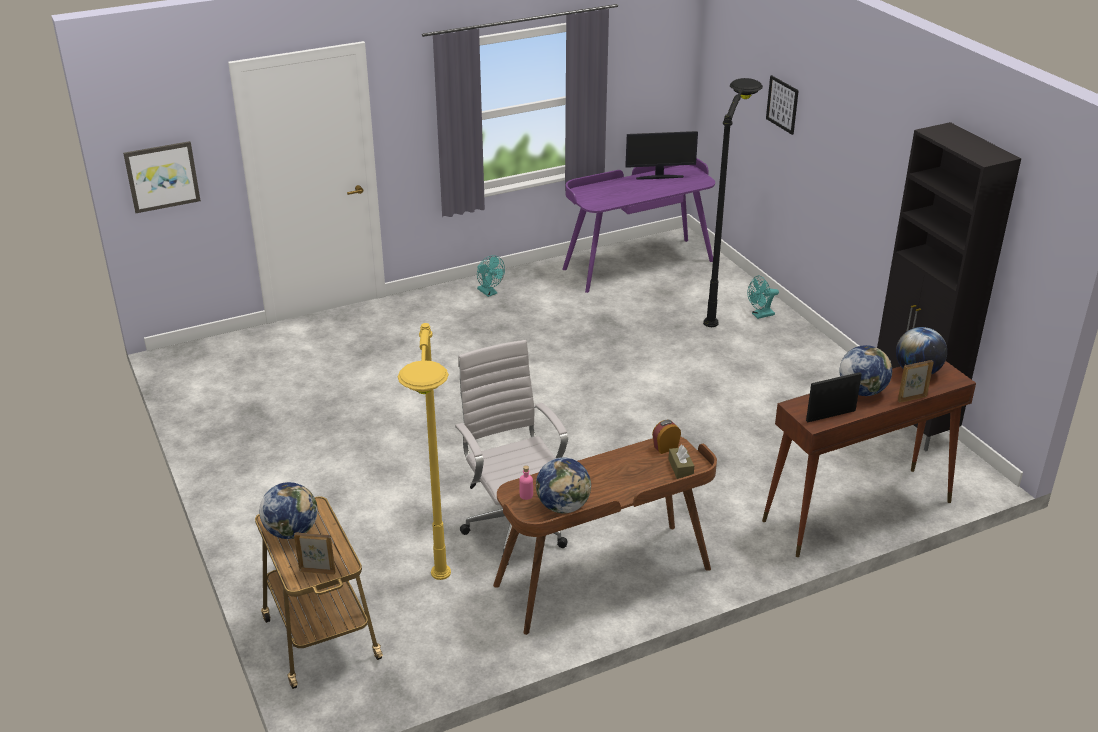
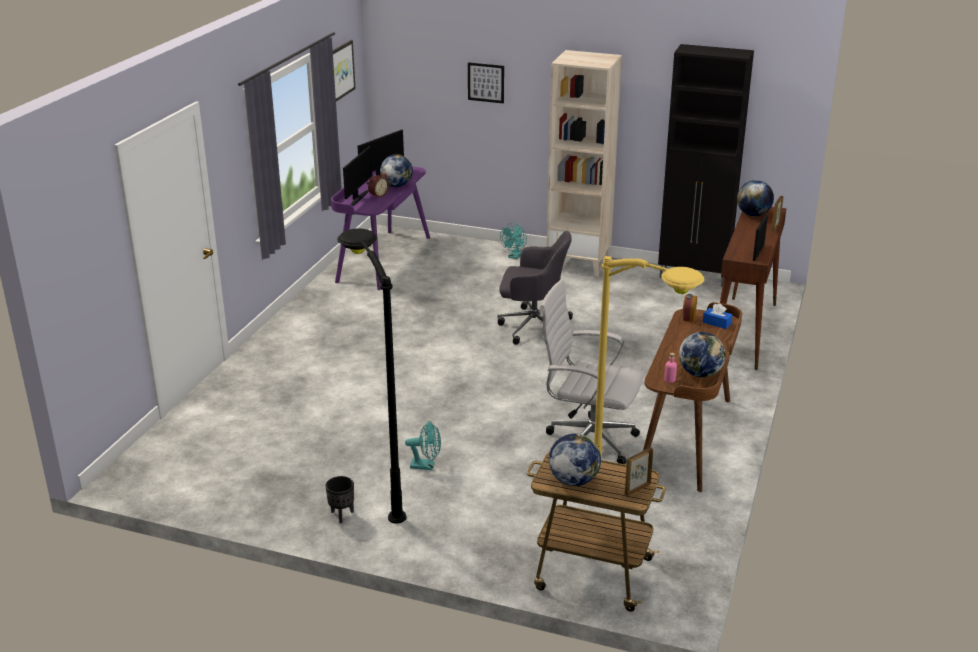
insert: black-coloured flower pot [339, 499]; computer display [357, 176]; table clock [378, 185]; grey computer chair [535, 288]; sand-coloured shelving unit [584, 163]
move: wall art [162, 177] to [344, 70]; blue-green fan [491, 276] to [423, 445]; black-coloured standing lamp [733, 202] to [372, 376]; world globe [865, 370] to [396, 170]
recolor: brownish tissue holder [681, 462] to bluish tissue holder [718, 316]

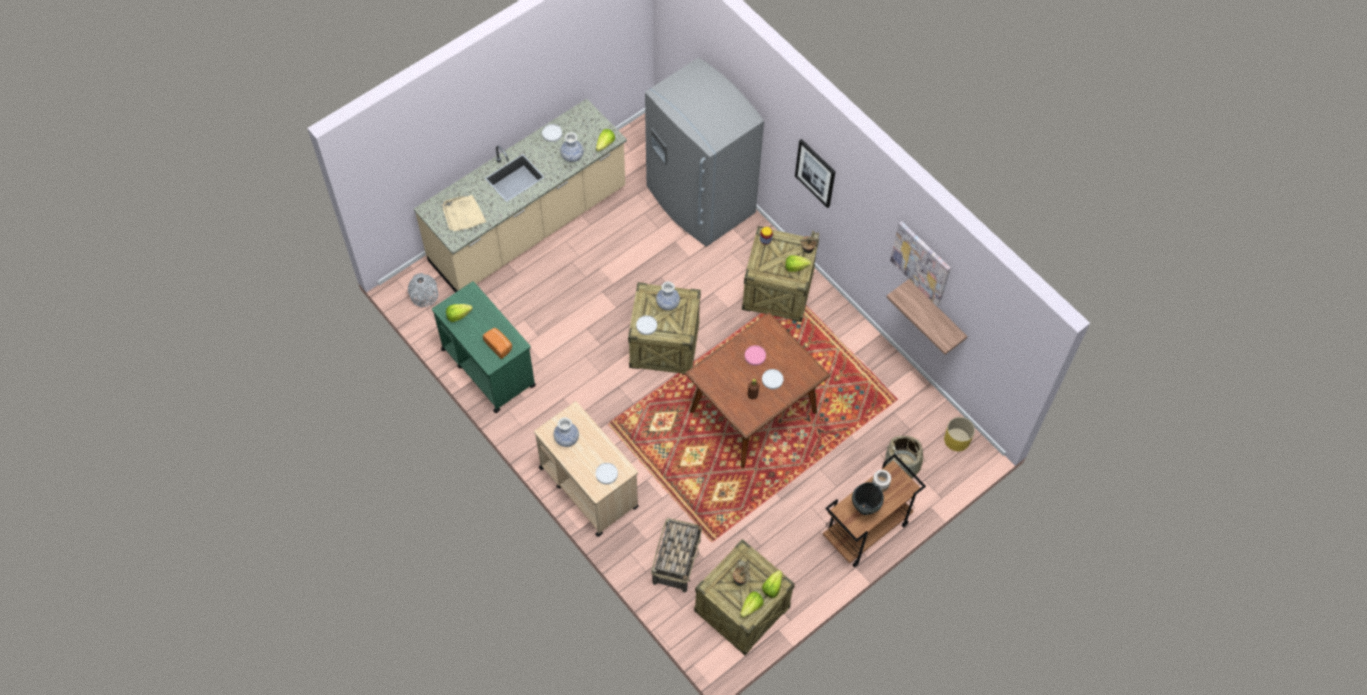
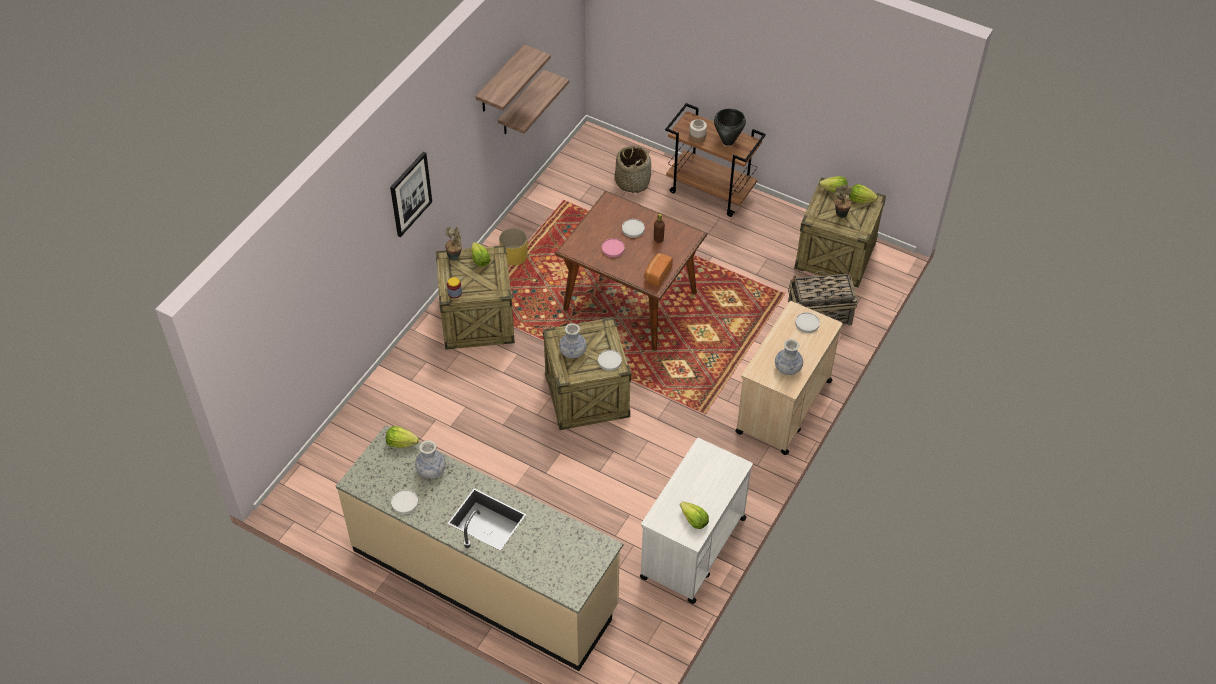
delete: grey vase [423, 290]; sand-coloured serving tray [464, 213]; grey fridge [704, 152]
move: bakery bread [497, 343] to [658, 269]; yellow-coloured flower pot [959, 434] to [513, 246]
replace: wall art [920, 263] to shelf [513, 78]
recolor: greenish cart [484, 347] to white-coloured cart [696, 521]

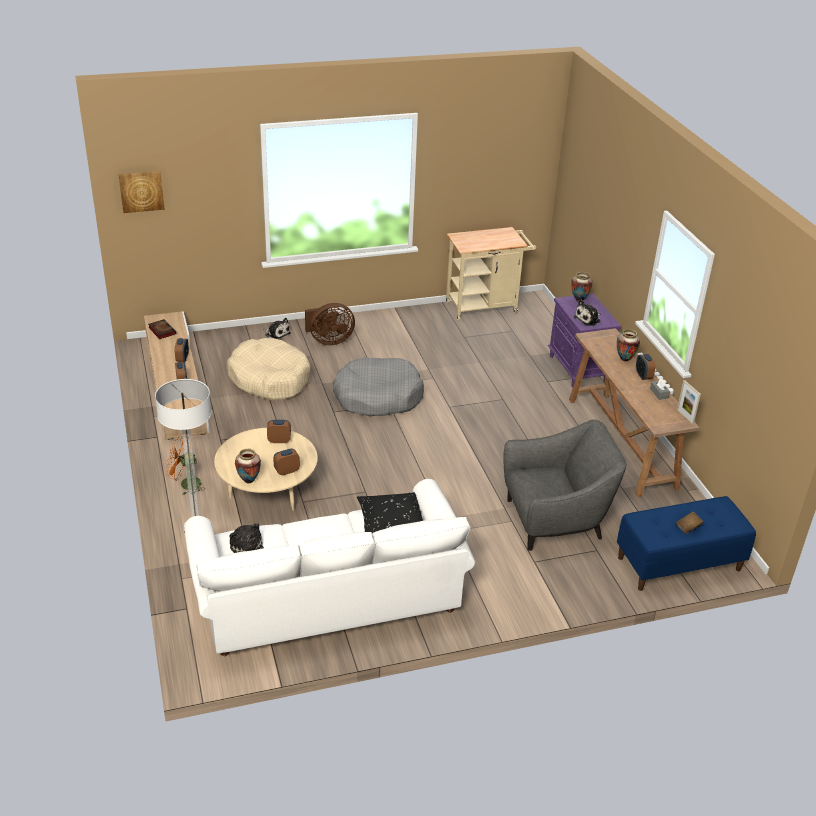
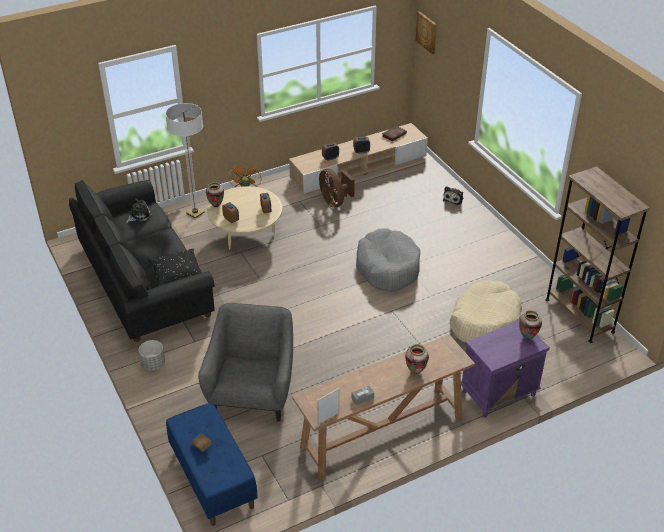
delete: cuddly toy [587, 313]; table clock [646, 367]
insert: grey flower pot [152, 355]
move: sand-coloured dog cushion [268, 369] to [486, 311]; brownish fan [330, 324] to [337, 188]
replace: sand-coloured cart [491, 273] to brownish shelving unit [597, 254]
recolor: white-coloured settee [329, 567] to black-coloured settee [142, 261]
rotate: grey easy chair [564, 485] = [245, 362] 150 degrees counterclockwise

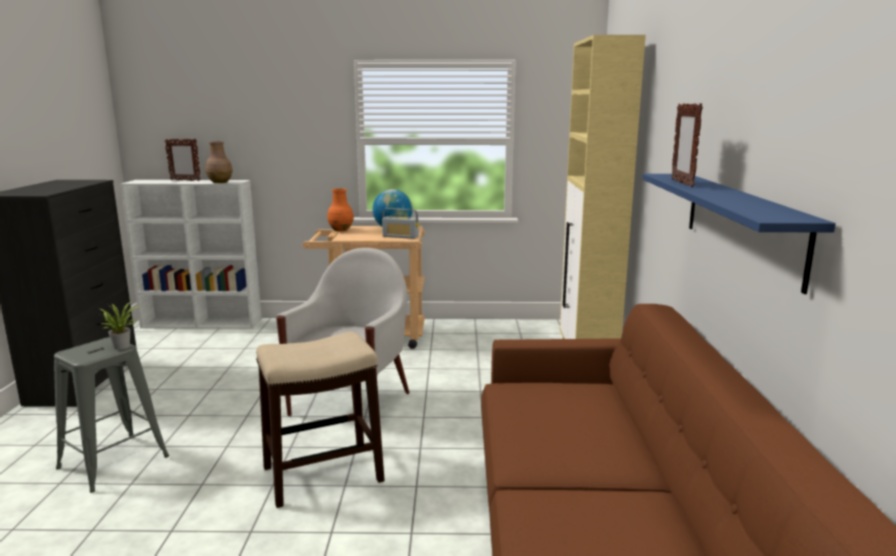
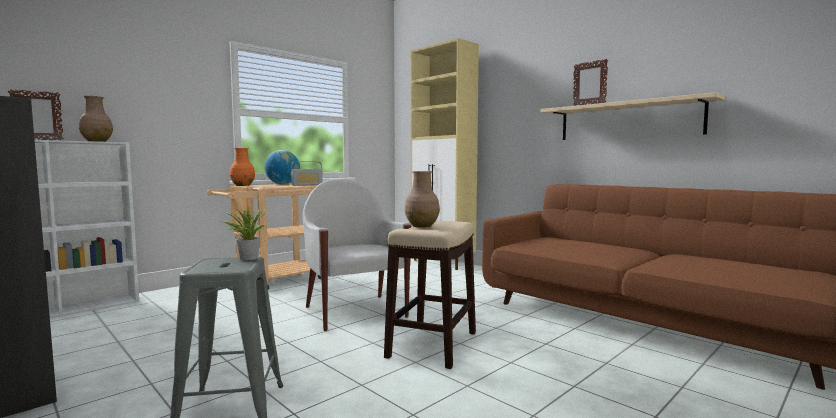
insert: brownish vase [422, 199]
recolor: bluish shelf [739, 234] to sand-coloured shelf [632, 116]

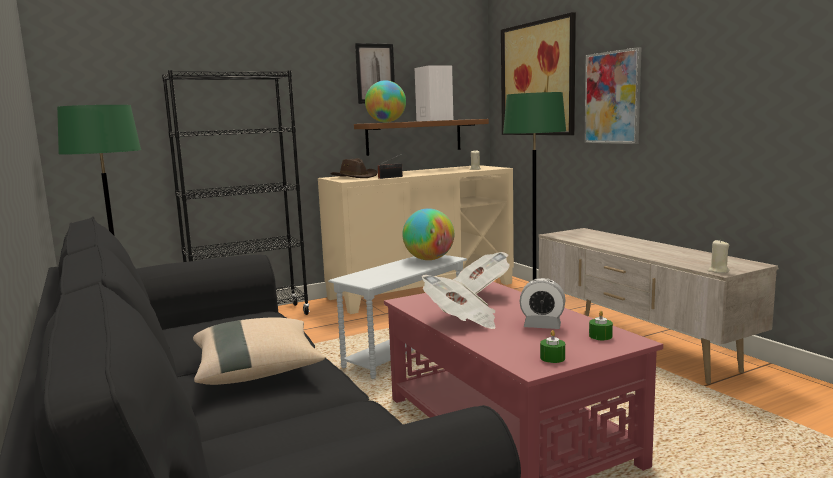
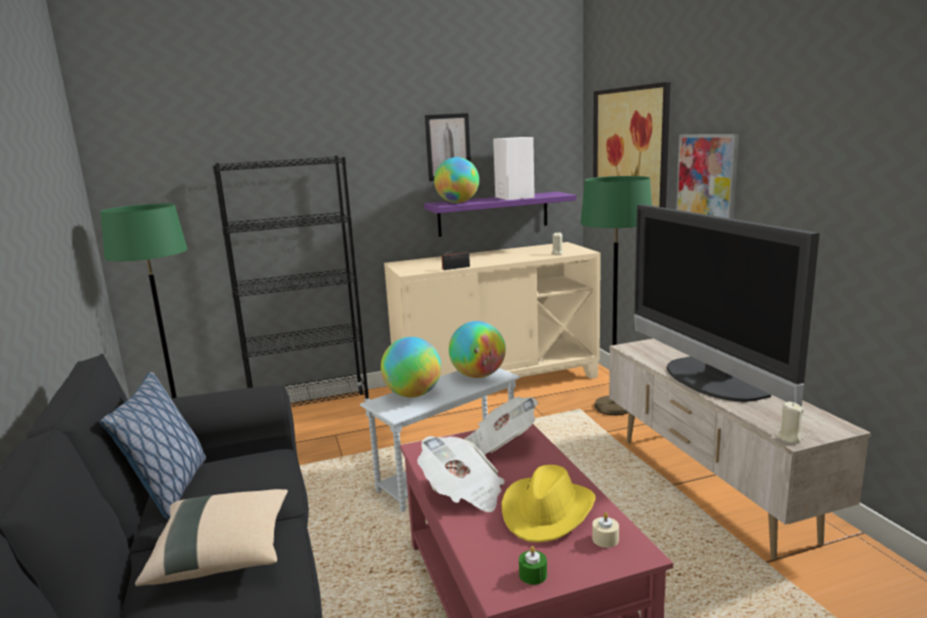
delete: brownish wearable hat [354, 168]
insert: throw pillow [153, 445]; world globe [411, 367]; TV [727, 305]
replace: table clock [542, 303] to yellow-coloured wearable hat [548, 503]
recolor: brownish shelf [421, 137] to purple-coloured shelf [500, 214]; greenish wax light [601, 325] to sand-coloured wax light [605, 530]

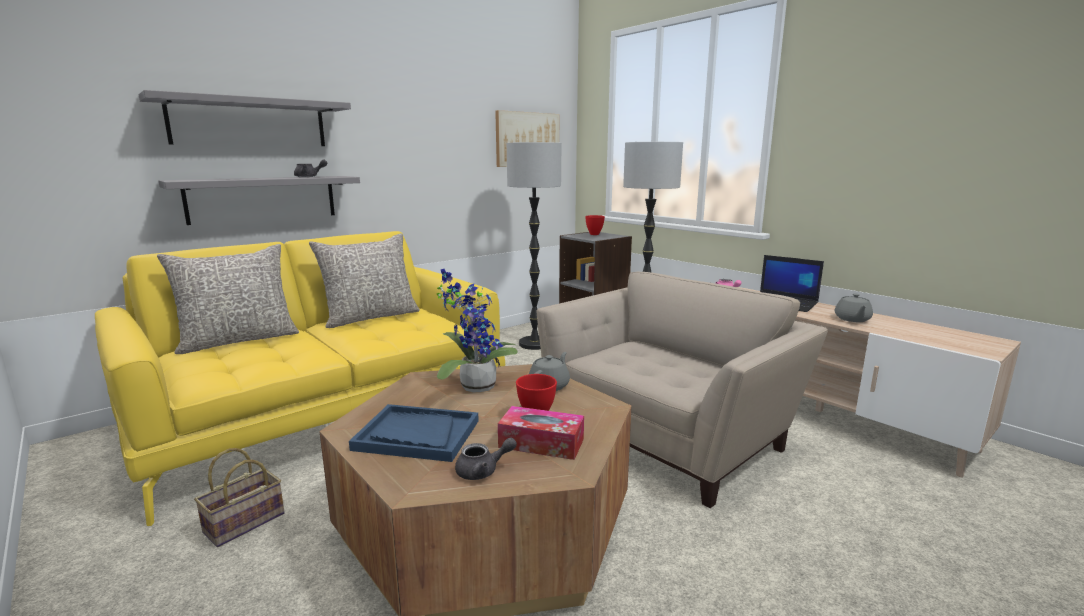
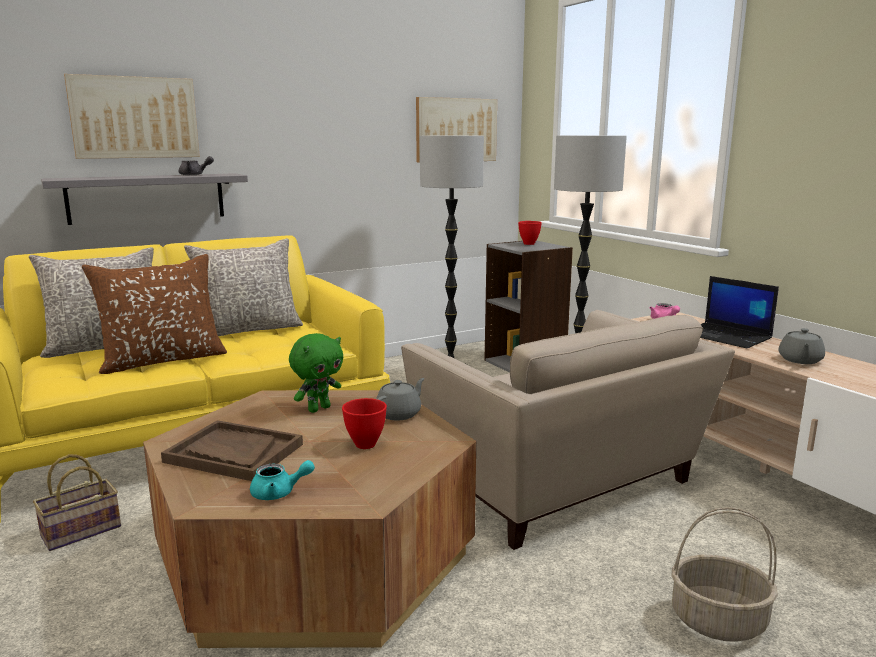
delete: tissue holder [541, 433]
insert: brownish throw pillow [154, 314]; basket [724, 574]
replace: grey shelf [245, 118] to wall art [132, 116]; plant in a pot [477, 331] to greenish cuddly toy [316, 373]
recolor: bluish serving tray [414, 433] to brownish serving tray [232, 450]; grey teapot [486, 458] to blue-green teapot [282, 480]
rotate: sand-coloured easy chair [682, 390] = [568, 430] 90 degrees clockwise

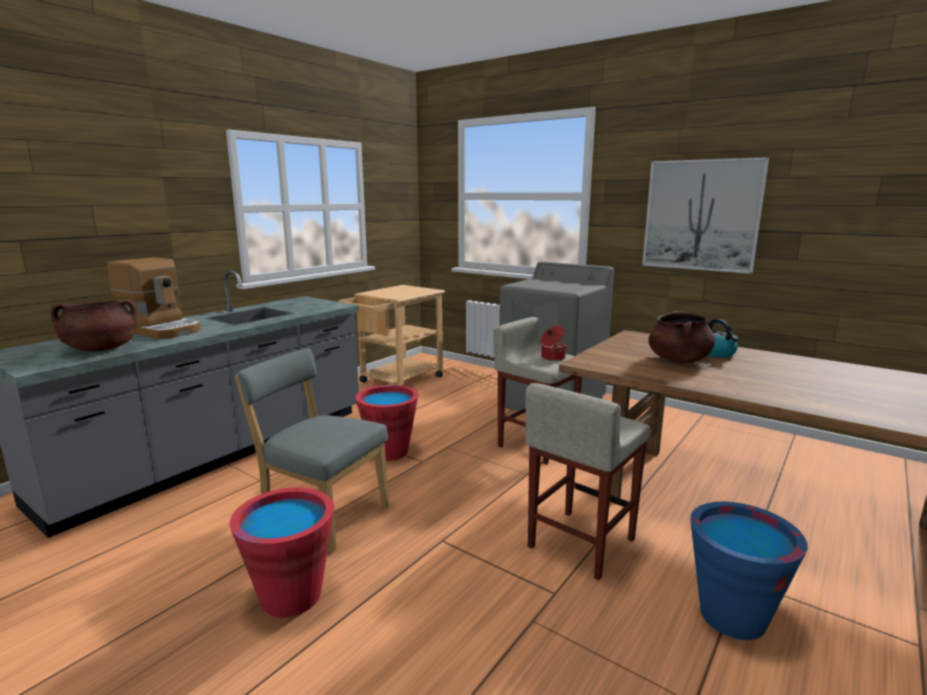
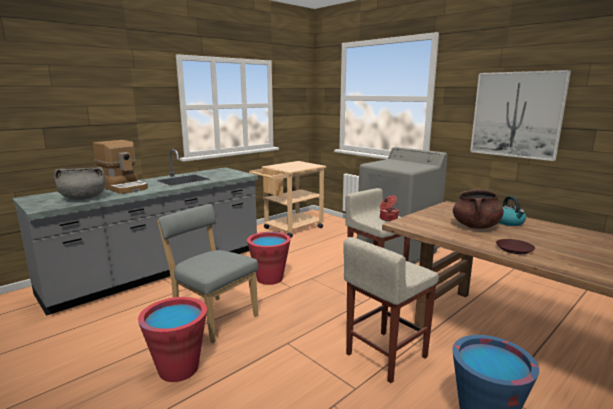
insert: brownish dinner plate [515, 246]
recolor: brownish saucepot [94, 325] to grey saucepot [79, 183]

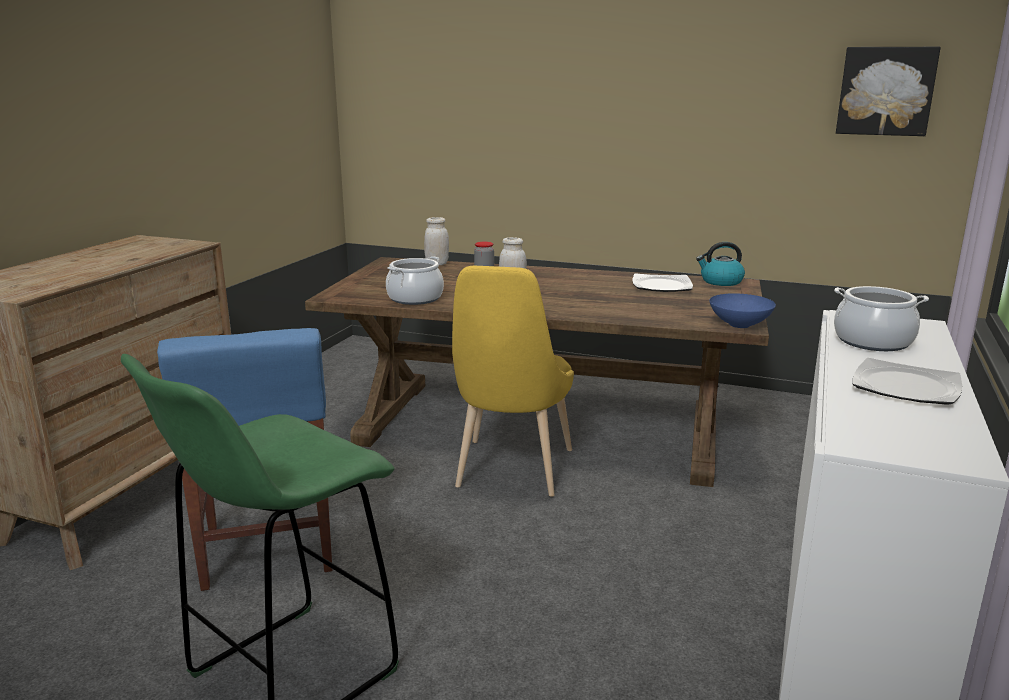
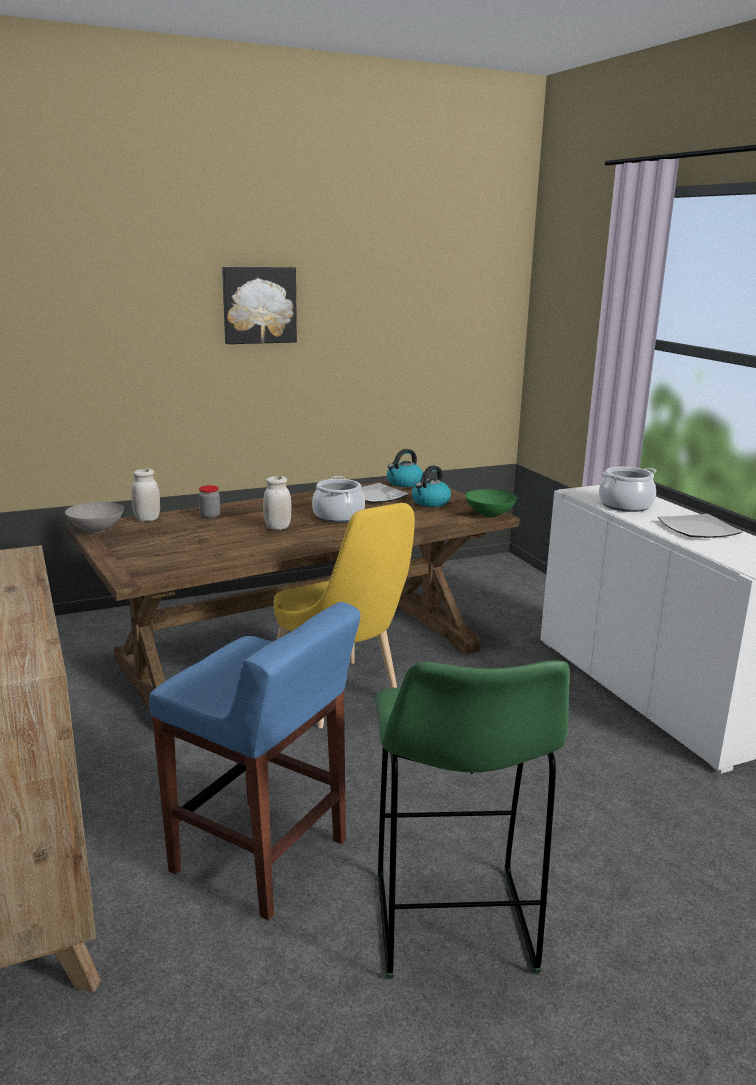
insert: grey deep dish [94, 517]; water kettle [431, 486]
move: saucepot [415, 280] to [338, 499]; wall art [888, 91] to [259, 305]
recolor: bluish deep dish [742, 310] to greenish deep dish [491, 503]

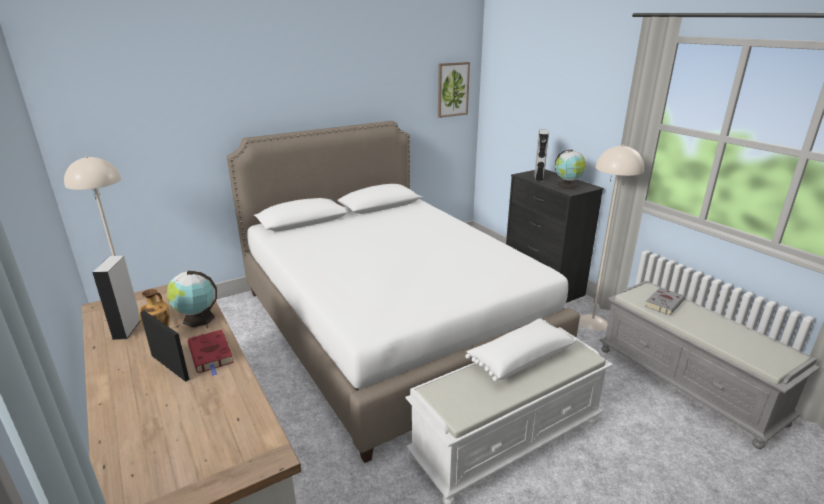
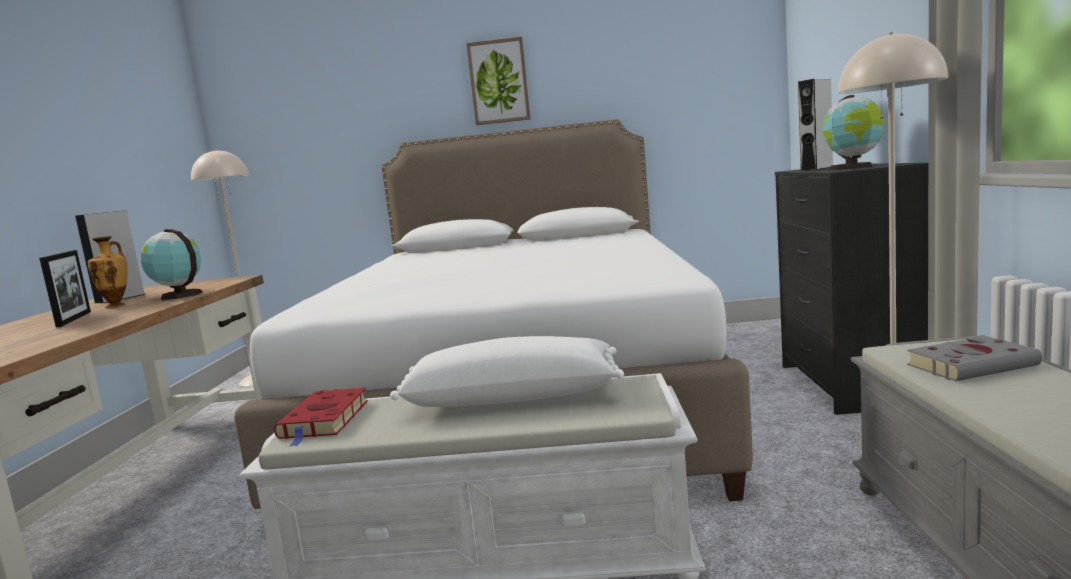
move: reddish bound book [211, 352] to [321, 417]; wall art [454, 90] to [498, 81]

